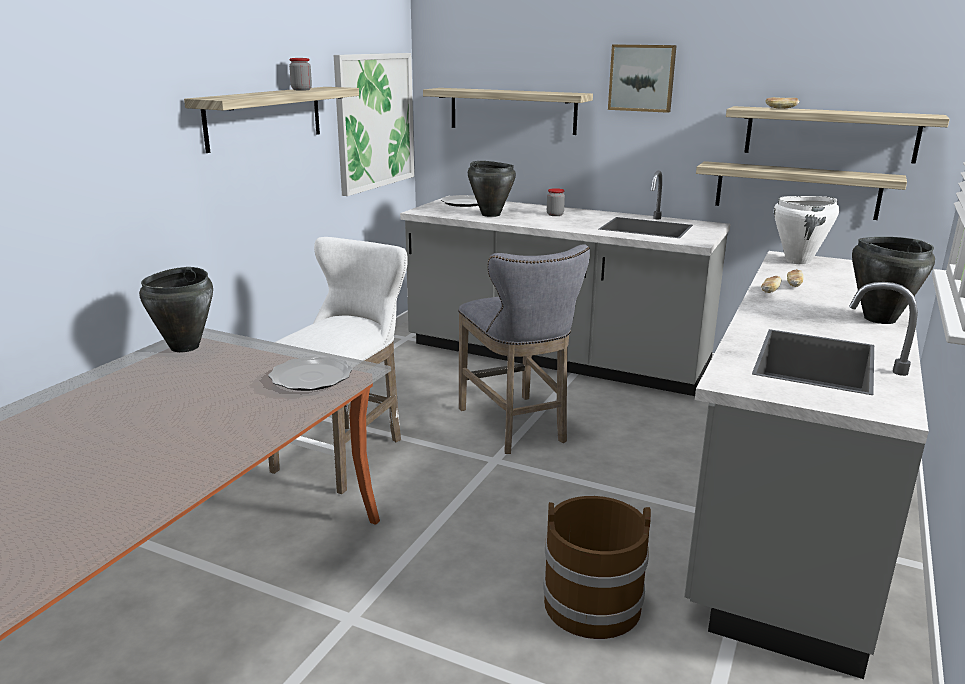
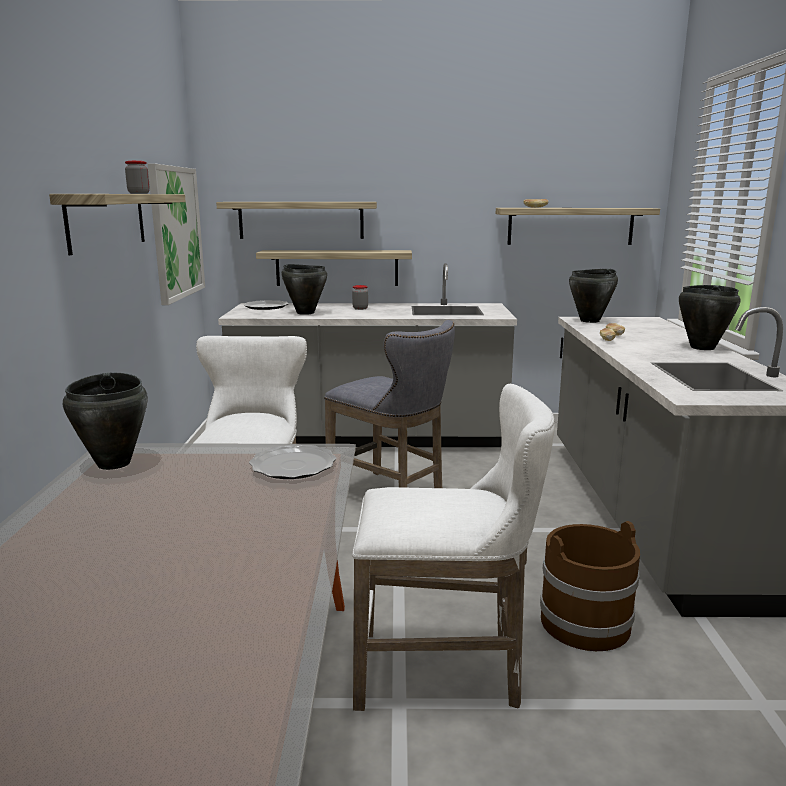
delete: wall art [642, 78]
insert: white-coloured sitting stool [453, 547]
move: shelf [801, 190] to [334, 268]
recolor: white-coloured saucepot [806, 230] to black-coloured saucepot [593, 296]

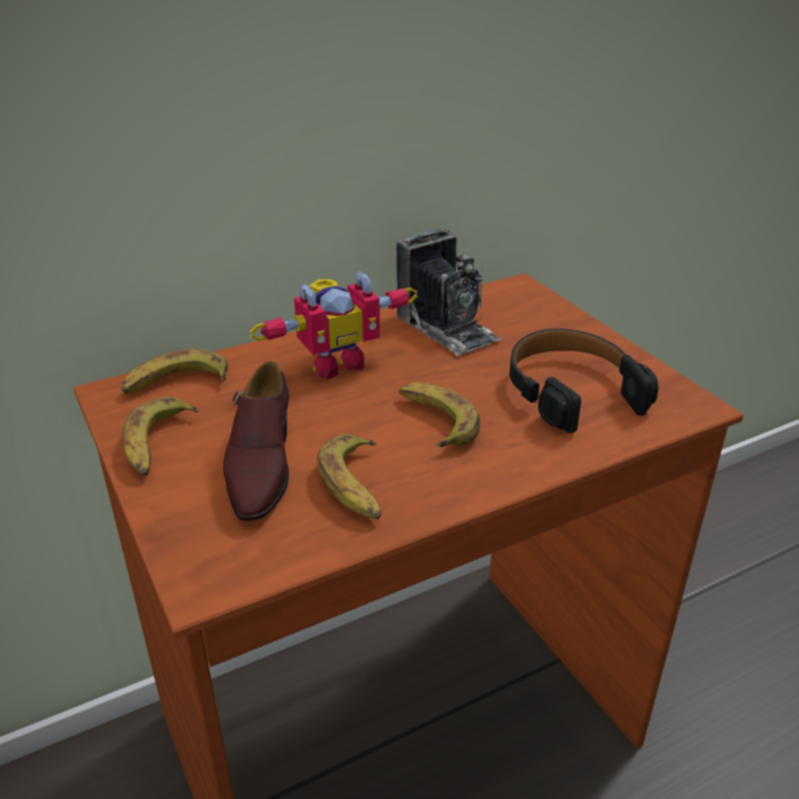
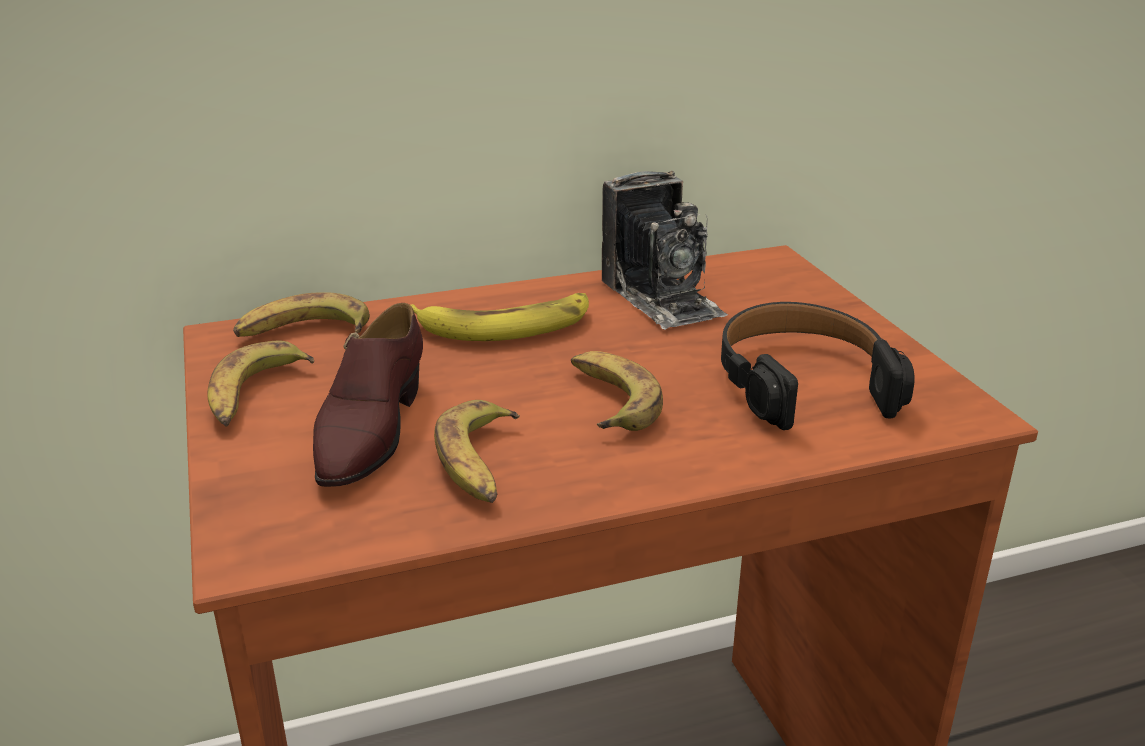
replace: model robot [334, 325] to whole banana [500, 317]

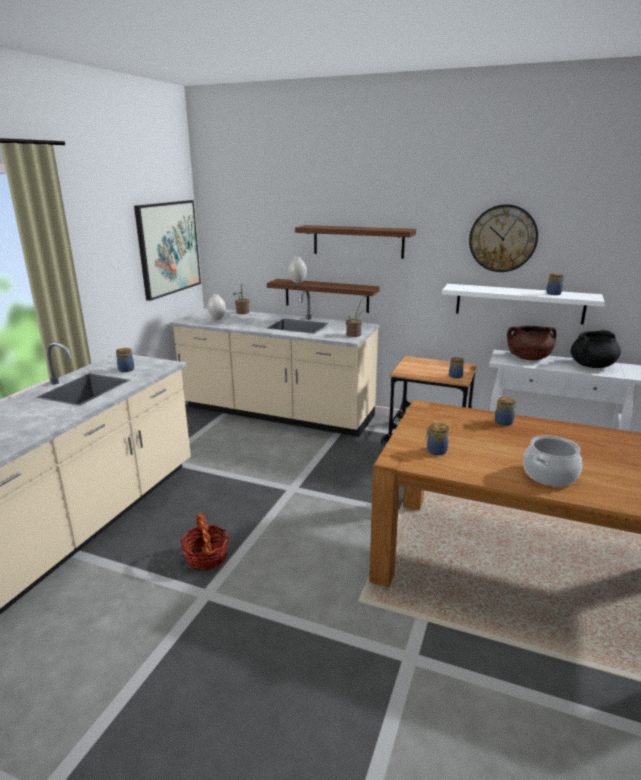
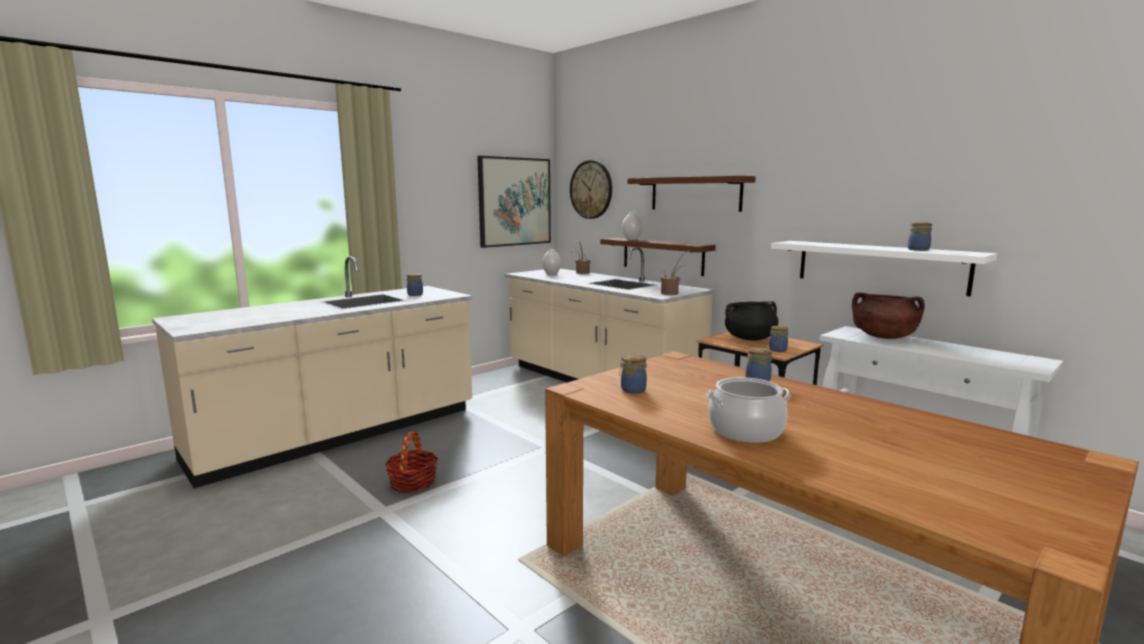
move: clock on the wall [503, 238] to [591, 189]; black-coloured saucepot [596, 349] to [751, 320]

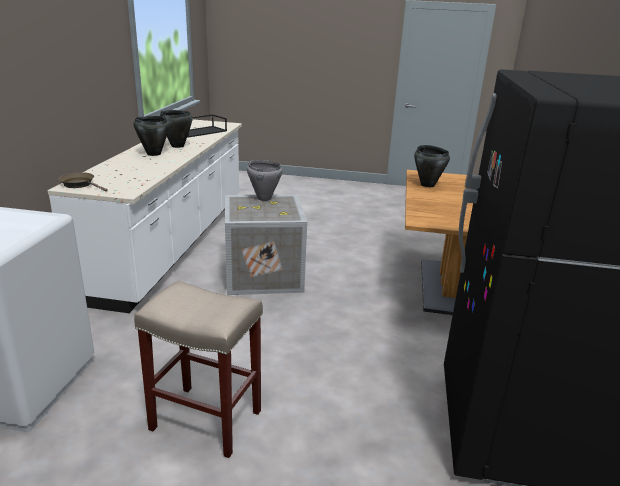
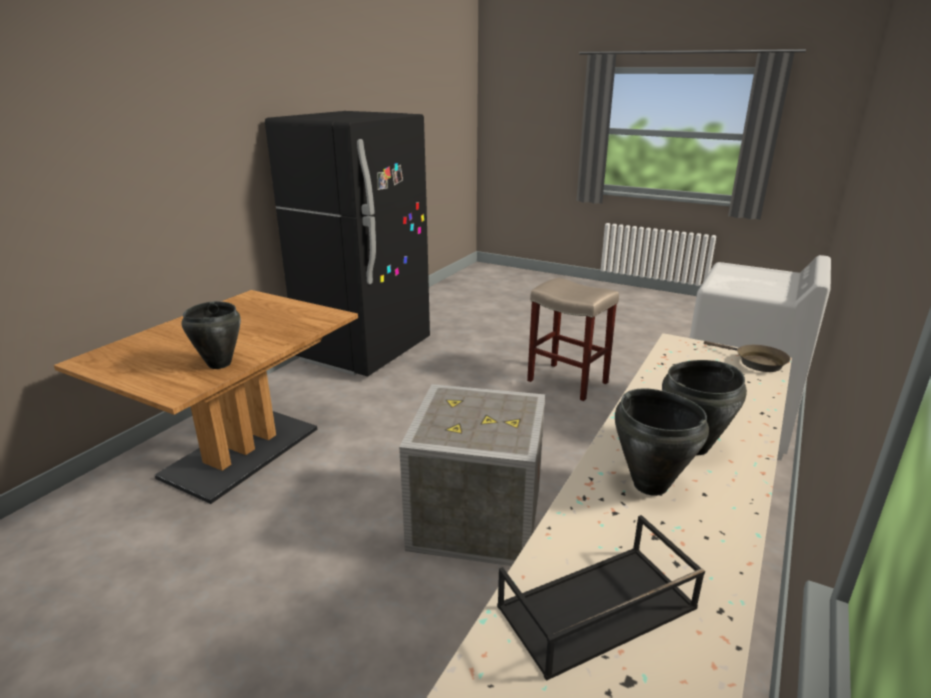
delete: grey saucepot [264, 180]

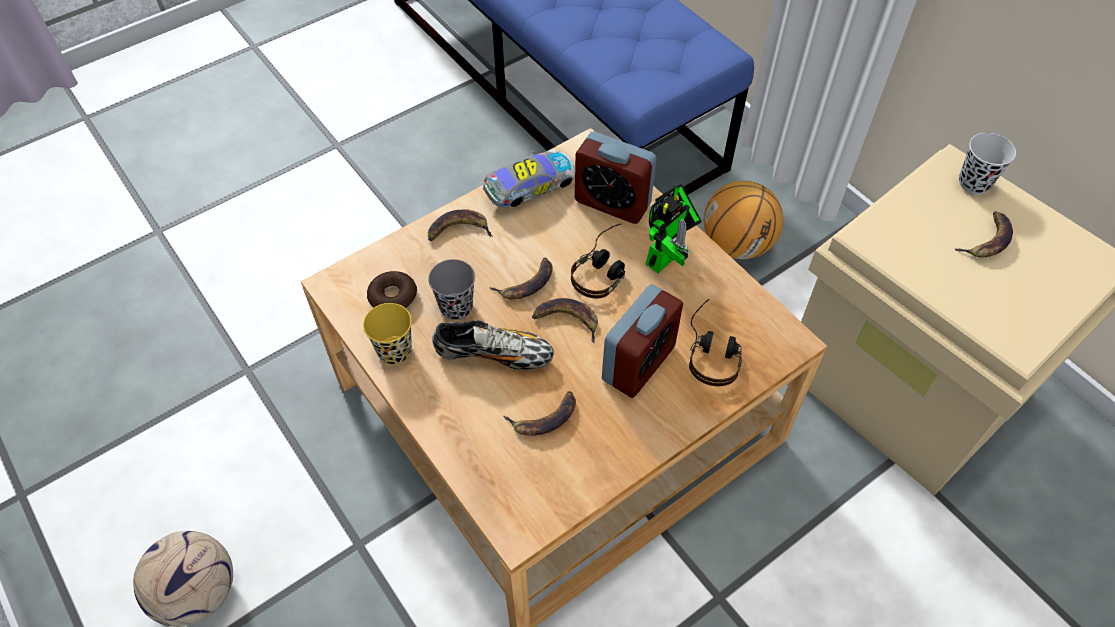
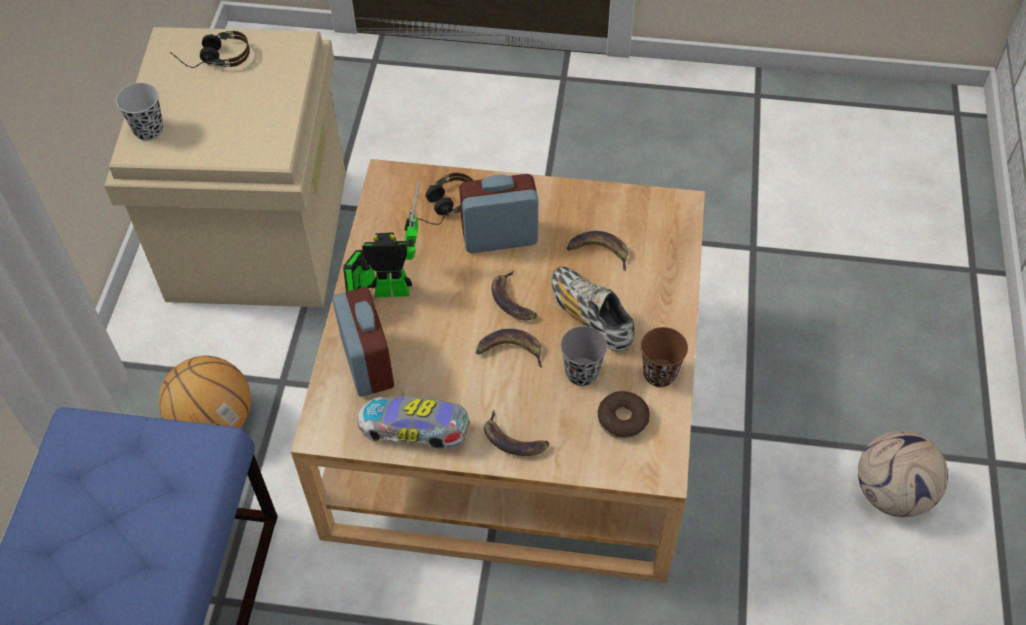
delete: whole banana [984, 234]
move: headset [598, 261] to [210, 49]
recolor: yellow-coloured cup [387, 334] to brownish cup [664, 357]

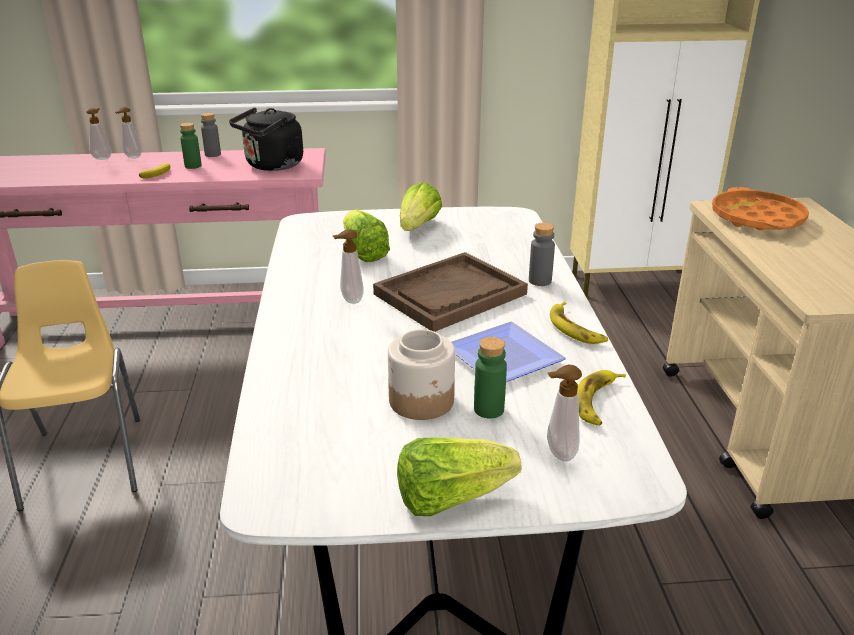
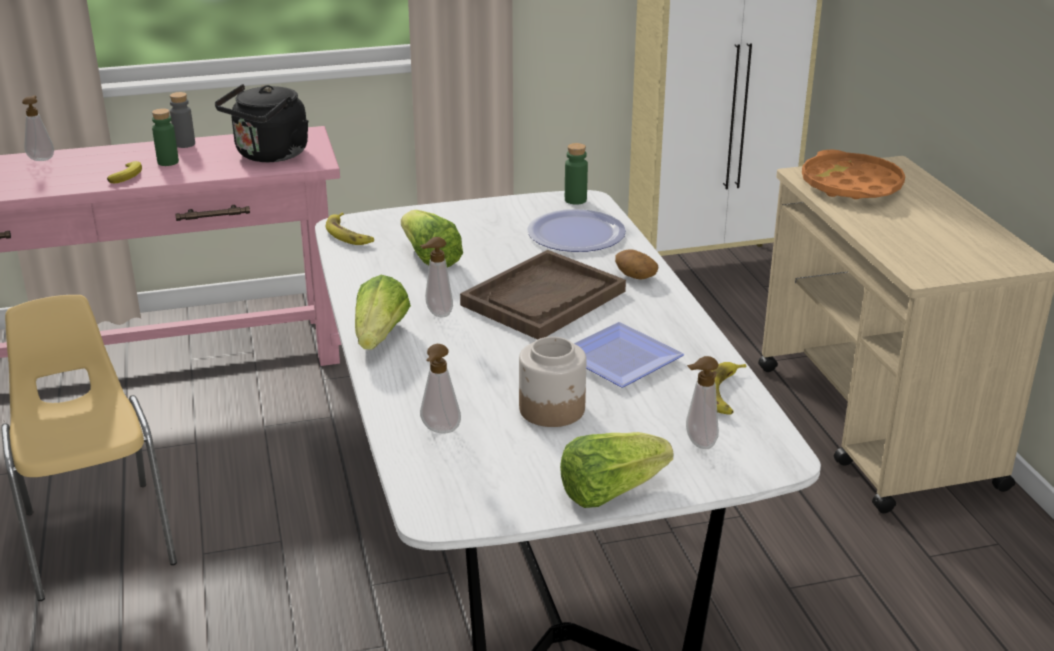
insert: dinner plate [576, 230]
move: soap dispenser [128, 132] to [440, 389]; head of lettuce [421, 206] to [383, 312]; greenish bottle [490, 378] to [576, 174]; whole banana [579, 323] to [350, 229]
replace: grey bottle [542, 254] to potato [636, 264]

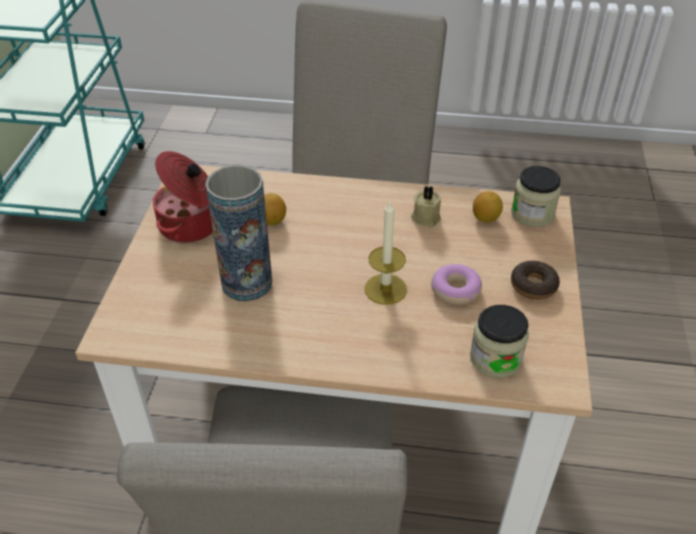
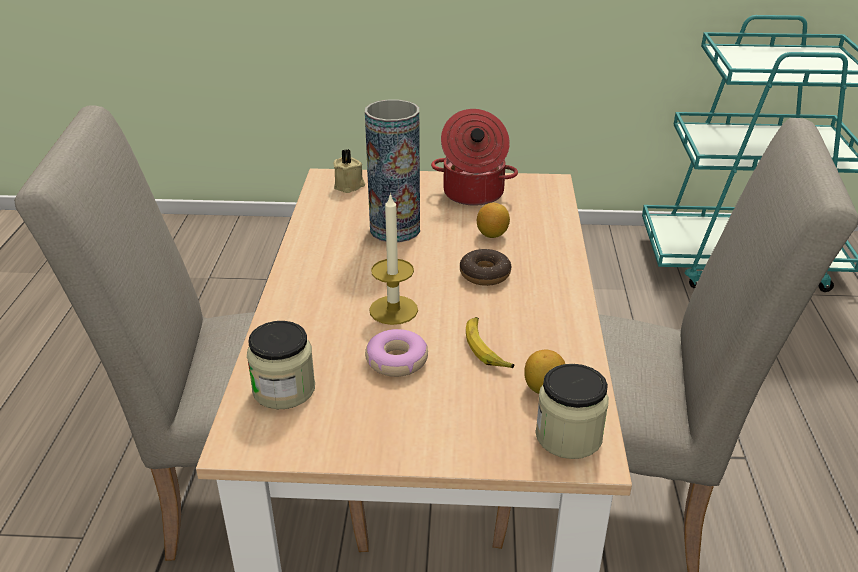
insert: whole banana [490, 342]
move: sand-coloured wax light [426, 206] to [349, 171]; ring doughnut [535, 280] to [485, 267]

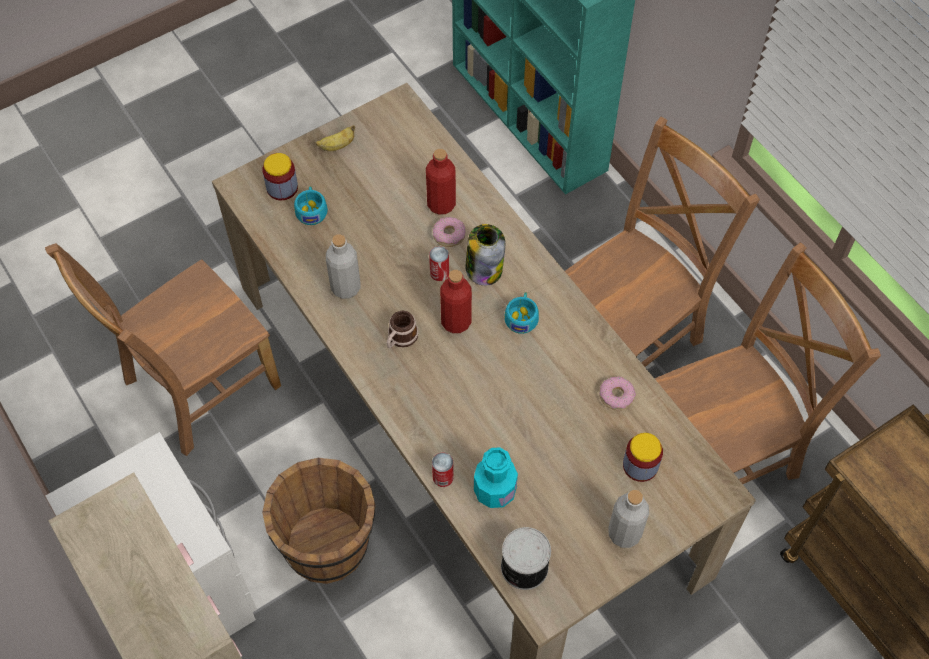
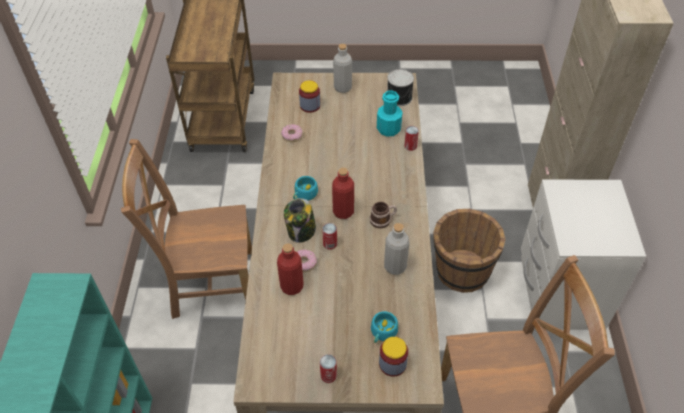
delete: brownish upright chair [768, 363]
replace: whole banana [335, 138] to sealed can [328, 368]

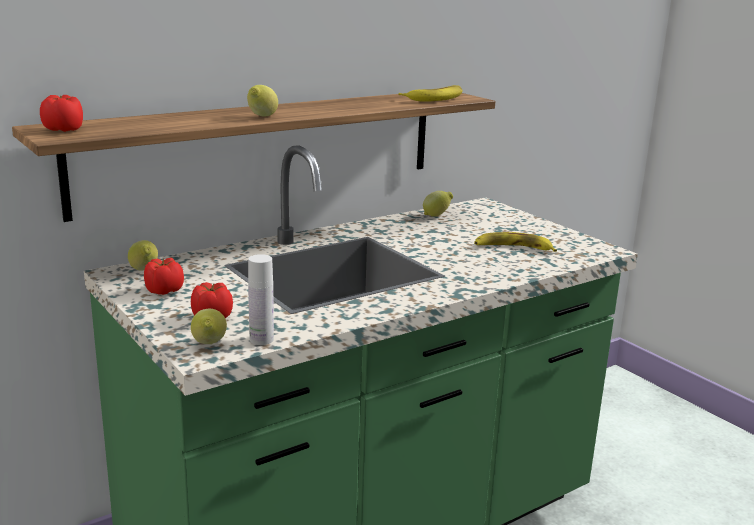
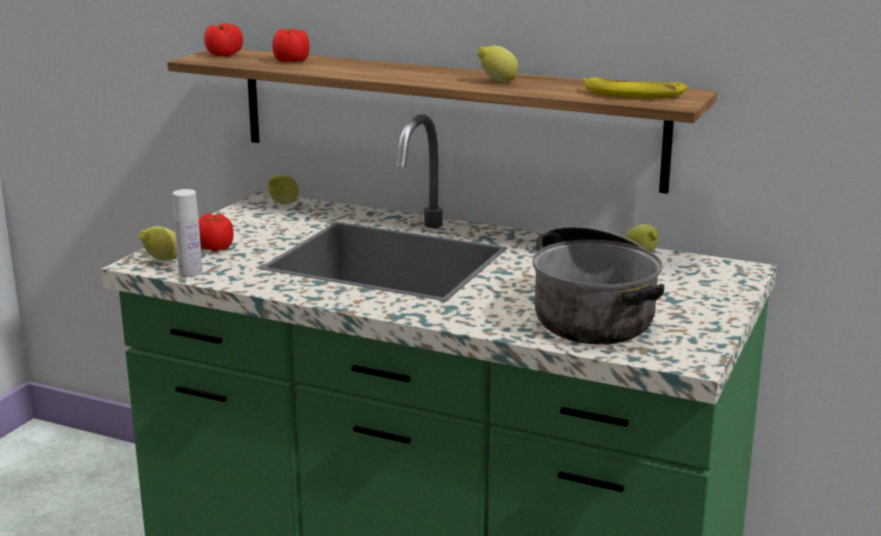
move: whole tomato [164, 276] to [291, 46]; lemon [262, 100] to [497, 64]
replace: whole banana [515, 242] to saucepot [598, 285]

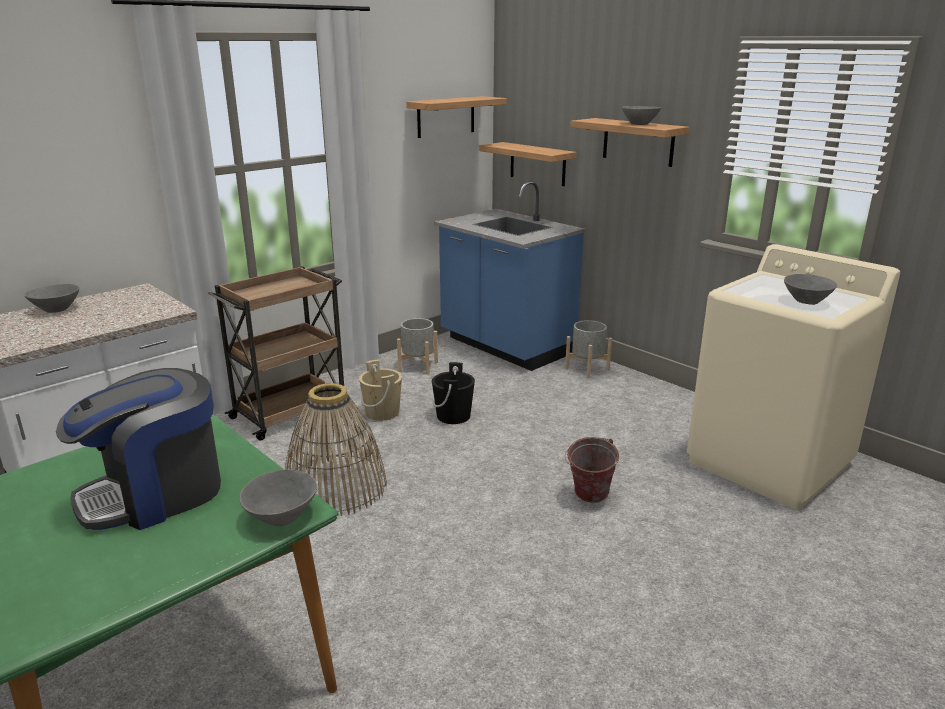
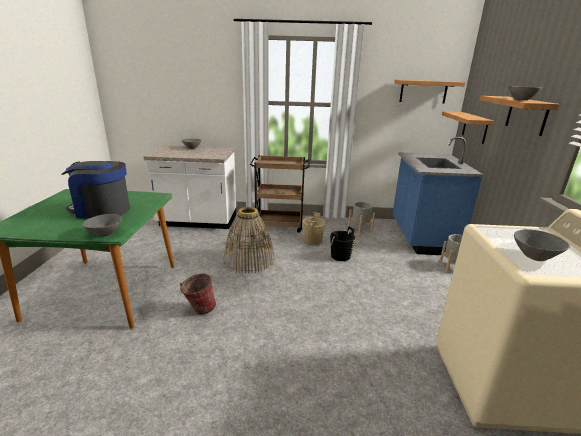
move: pail [591, 470] to [198, 294]

